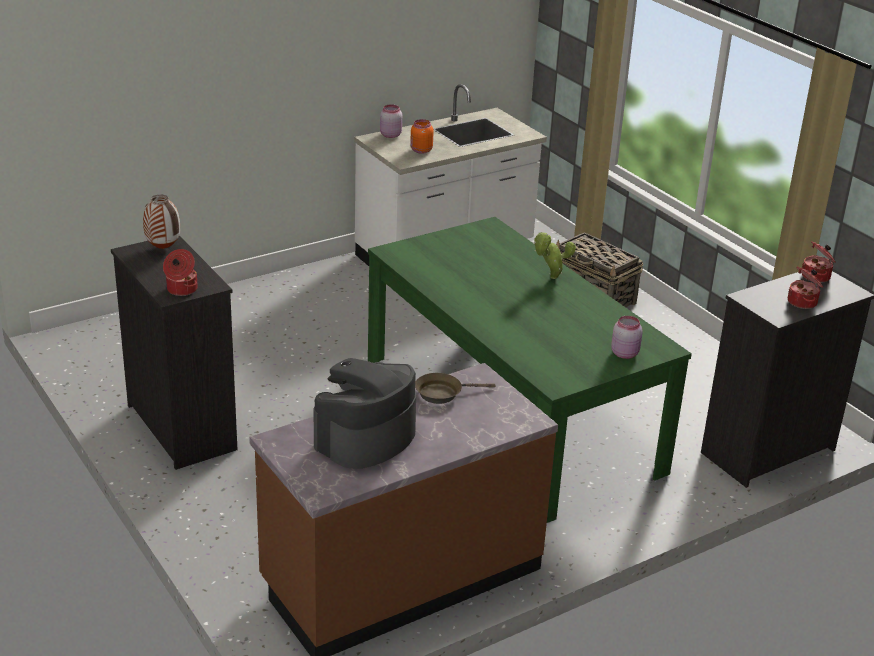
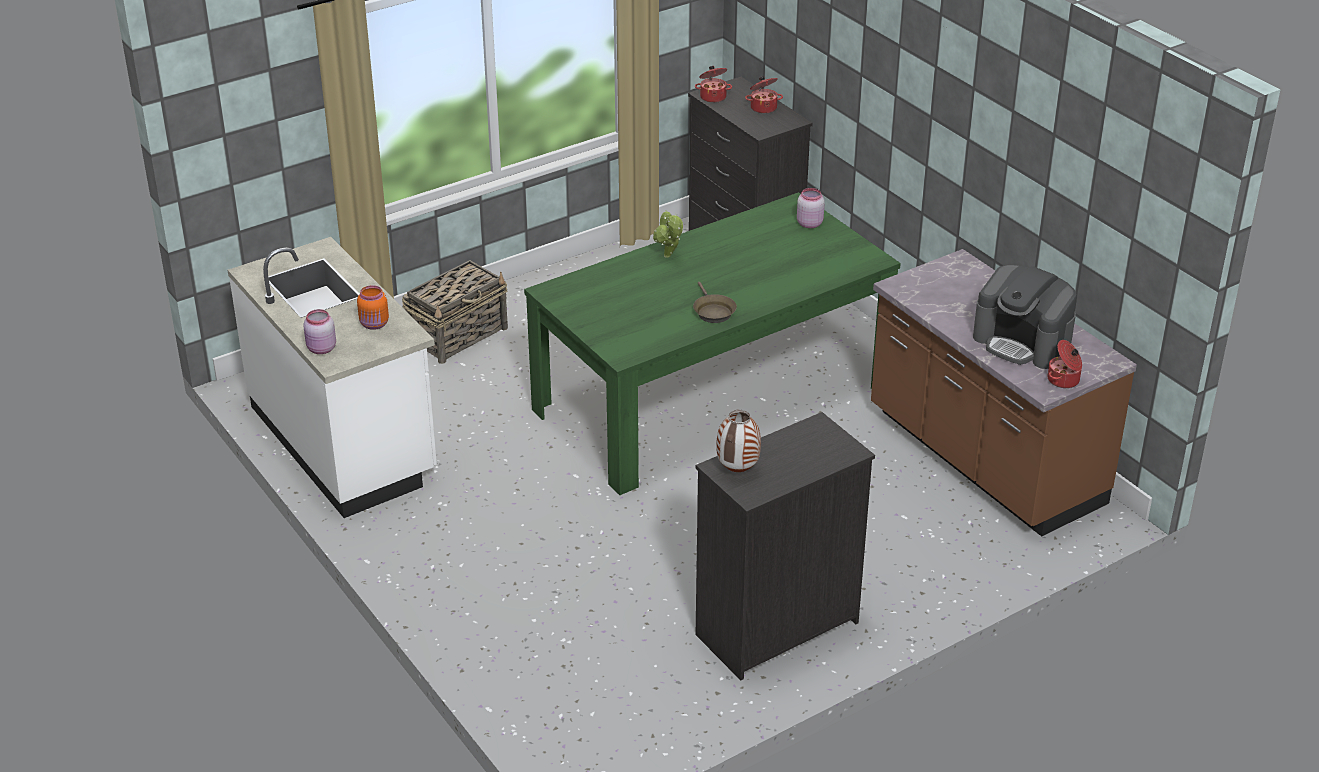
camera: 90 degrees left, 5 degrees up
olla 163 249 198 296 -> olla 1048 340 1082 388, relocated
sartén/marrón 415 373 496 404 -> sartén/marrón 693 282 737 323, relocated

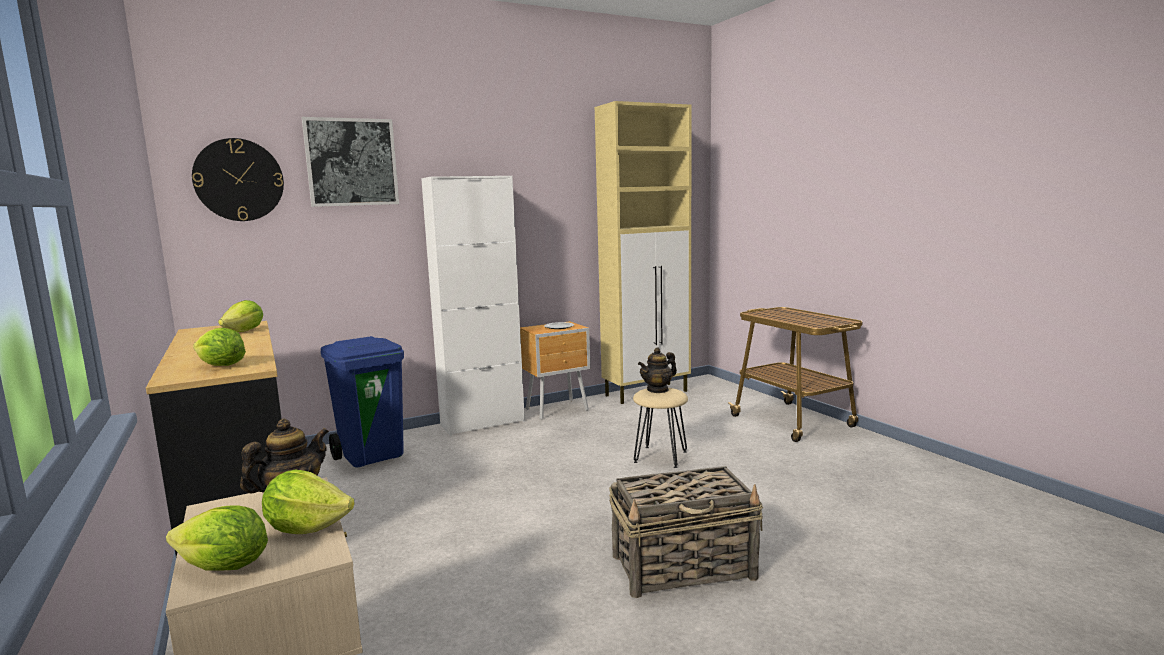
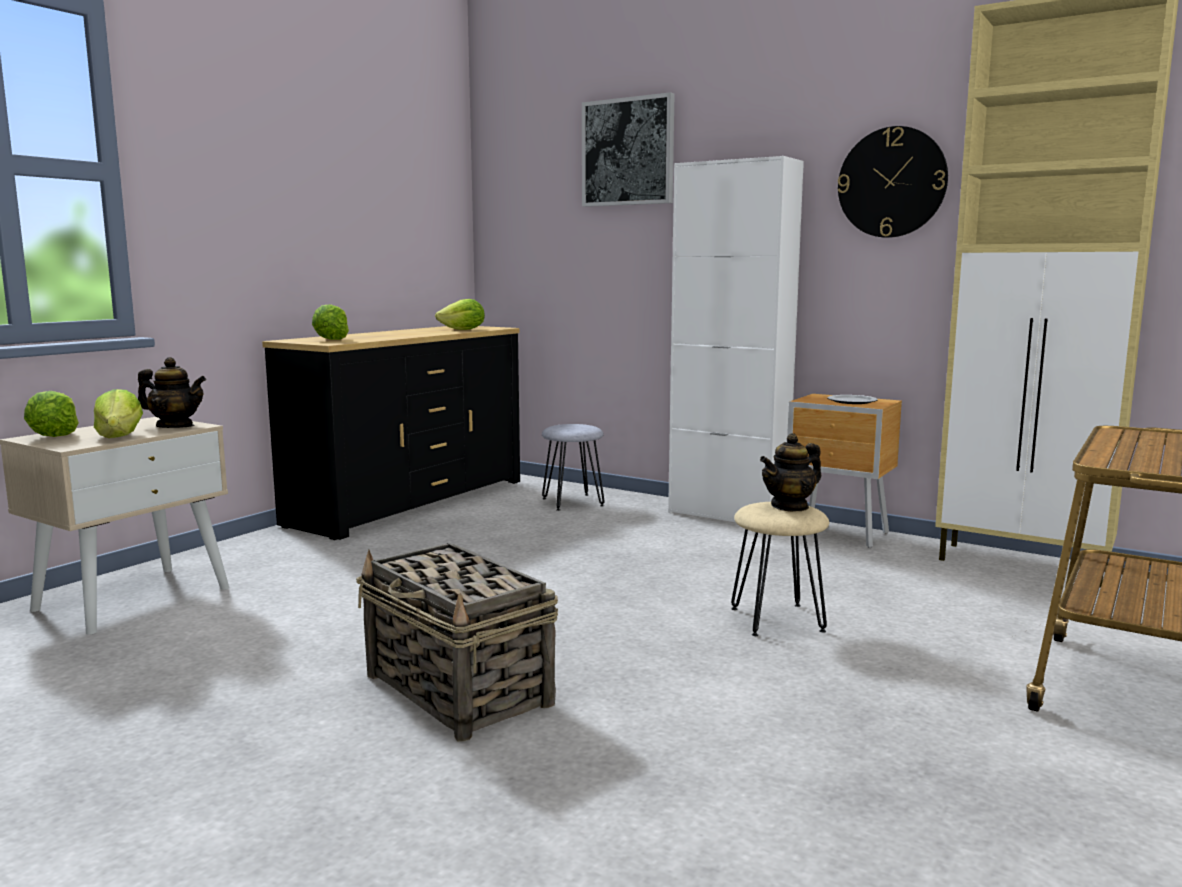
camera: 60 degrees right, 0 degrees up
reloj de pared 192 138 284 221 -> reloj de pared 838 126 948 238, relocated
papelera/azul 321 336 404 468 -> taburete/gris 542 424 605 511
tetera 638 347 677 393 -> tetera 760 433 821 512, 60 degrees counterclockwise

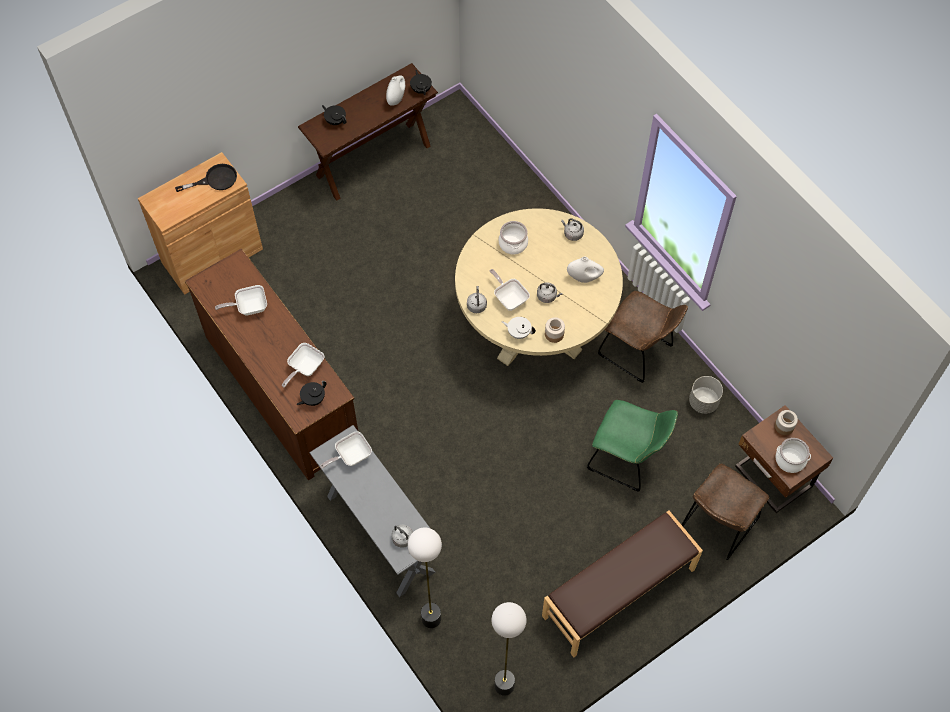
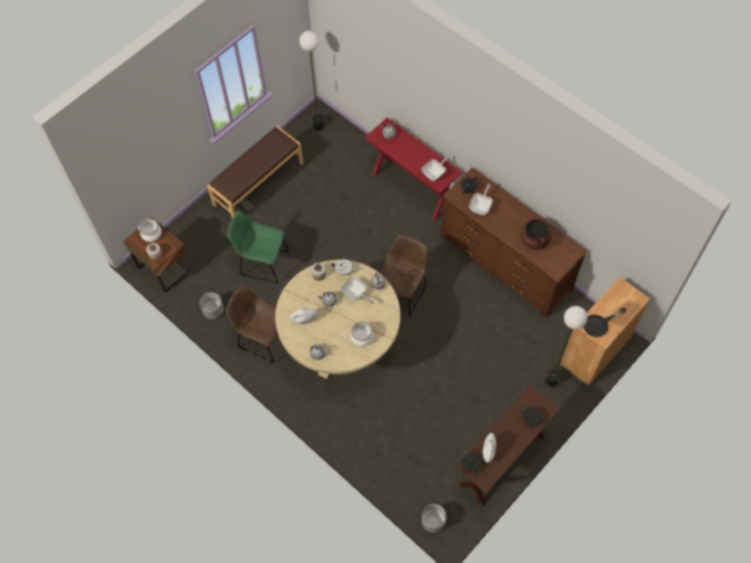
camera: 170 degrees right, 0 degrees up
sartén 215 285 267 316 -> olla/marrón 521 217 552 249
mesa consola/gris 309 425 443 597 -> mesa consola/rojo 365 117 462 221
silla/marrón 682 464 769 560 -> silla/marrón 380 235 427 317, relocated
lámpara de pie 408 527 442 628 -> lámpara de pie 545 306 588 387, relocated
none -> maceta/gris 422 504 446 533

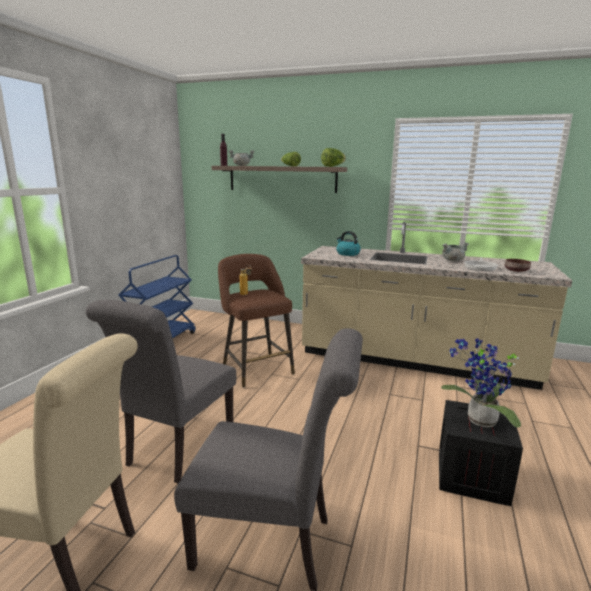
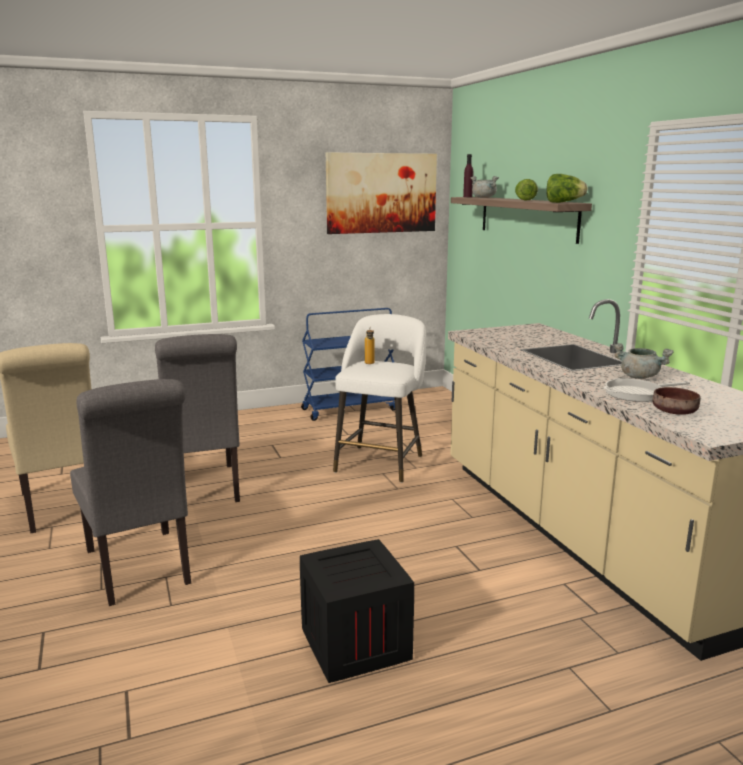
camera: 50 degrees right, 0 degrees up
hervidor 337 231 361 256 -> none
taburete/marrón 218 254 295 388 -> taburete/blanco 333 314 426 483
silla/gris 86 300 236 483 -> silla/gris 155 334 240 502, 90 degrees counterclockwise
planta en maceta 441 338 521 428 -> none
none -> cuadro 326 152 437 234

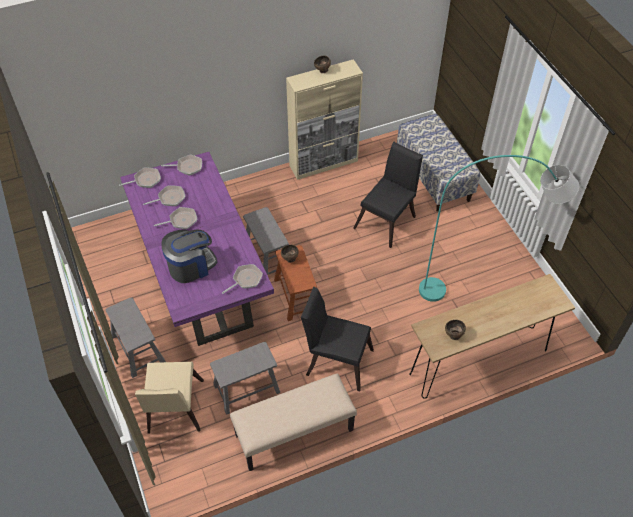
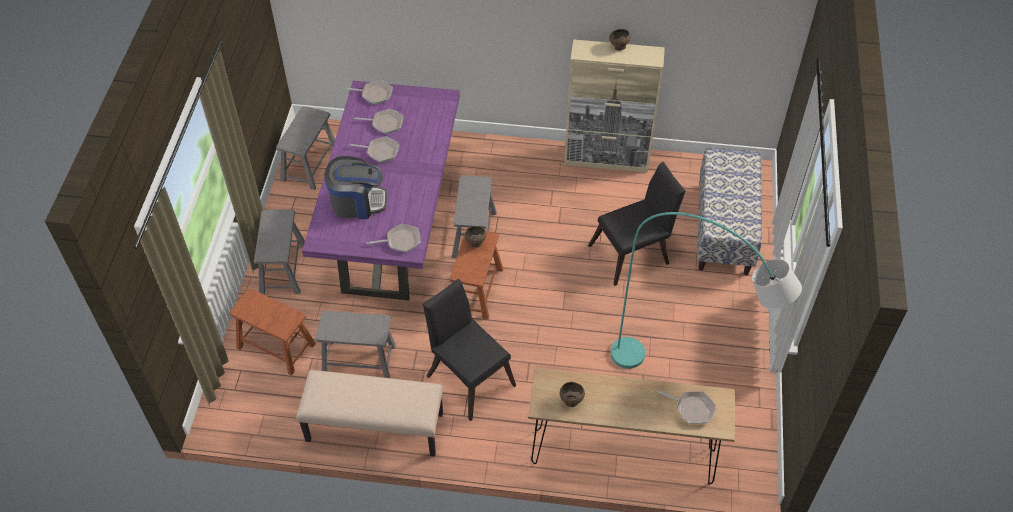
camera: 30 degrees right, 0 degrees up
sartén 161 154 202 176 -> sartén 657 390 716 424, relocated
silla/beis 135 362 204 433 -> taburete/marrón 229 289 316 375
none -> taburete/gris 276 106 335 190

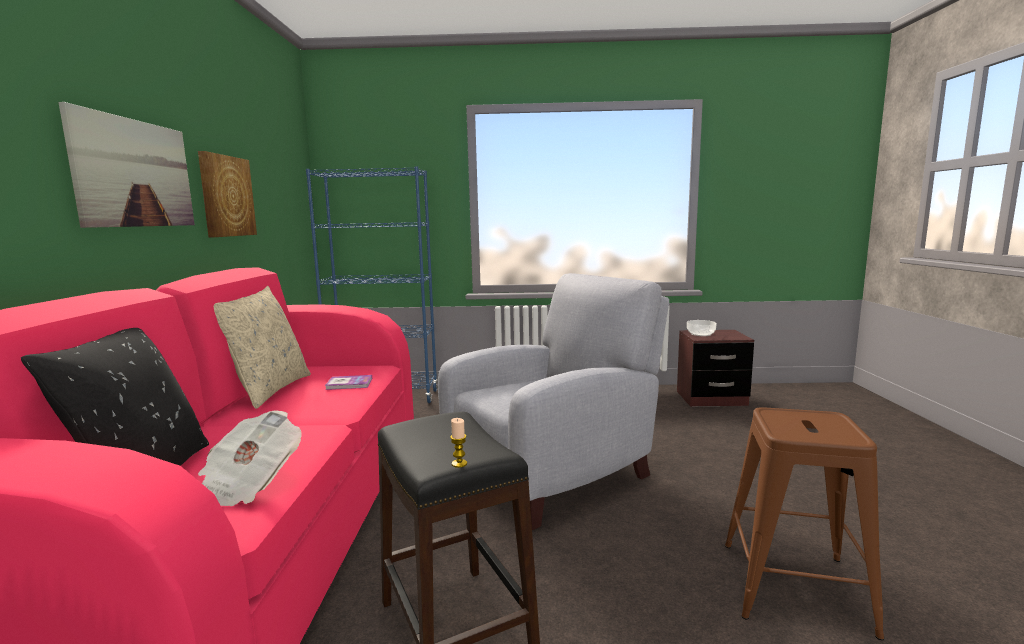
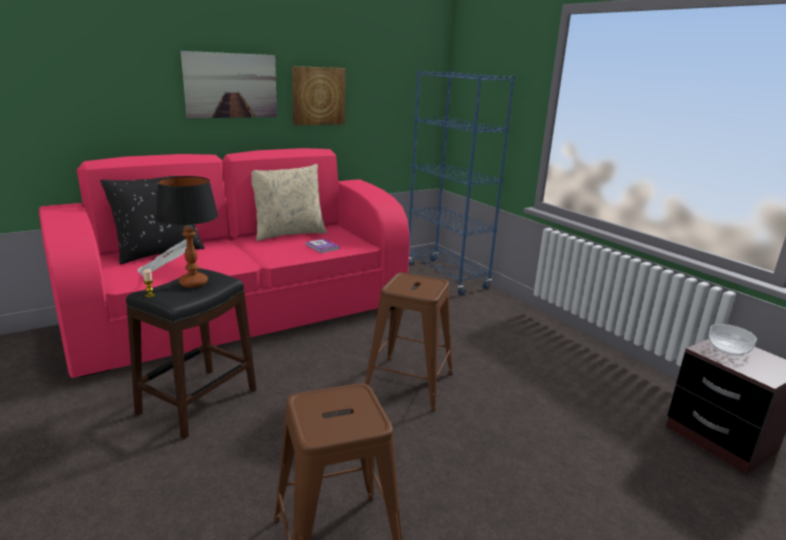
camera: 55 degrees right, 10 degrees up
sillón/gris 438 273 669 530 -> taburete/marrón 365 273 453 411
none -> lámpara de mesa 155 176 218 288

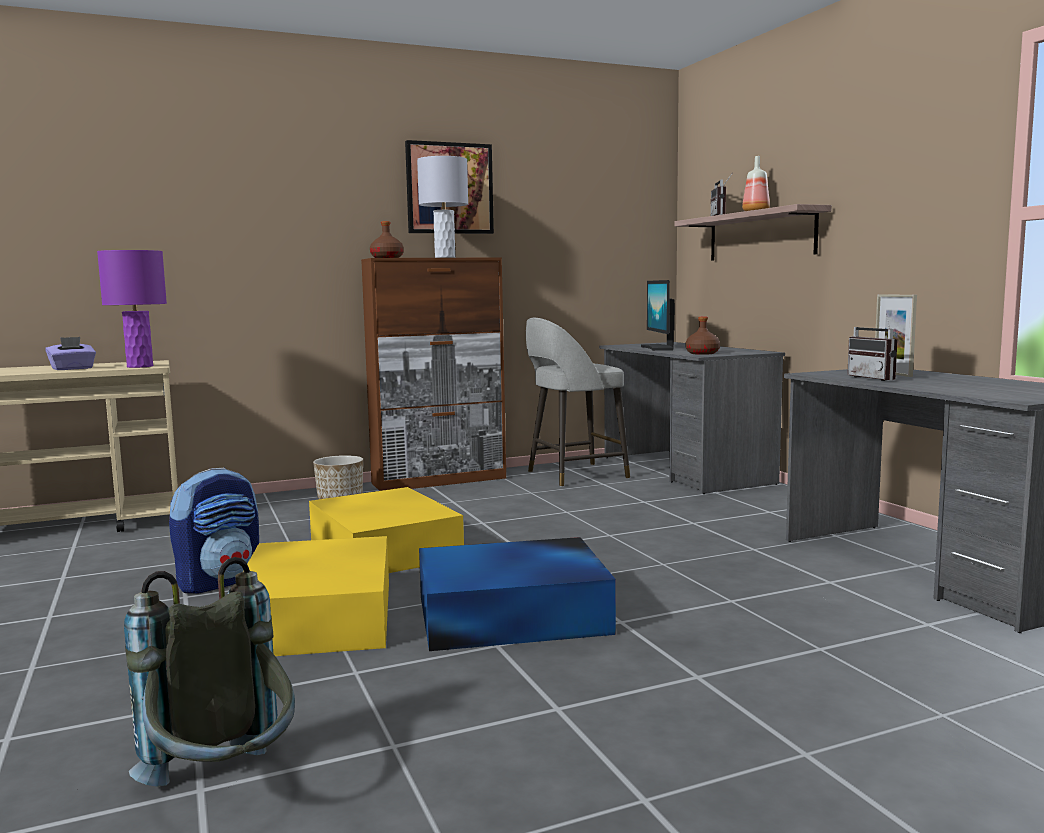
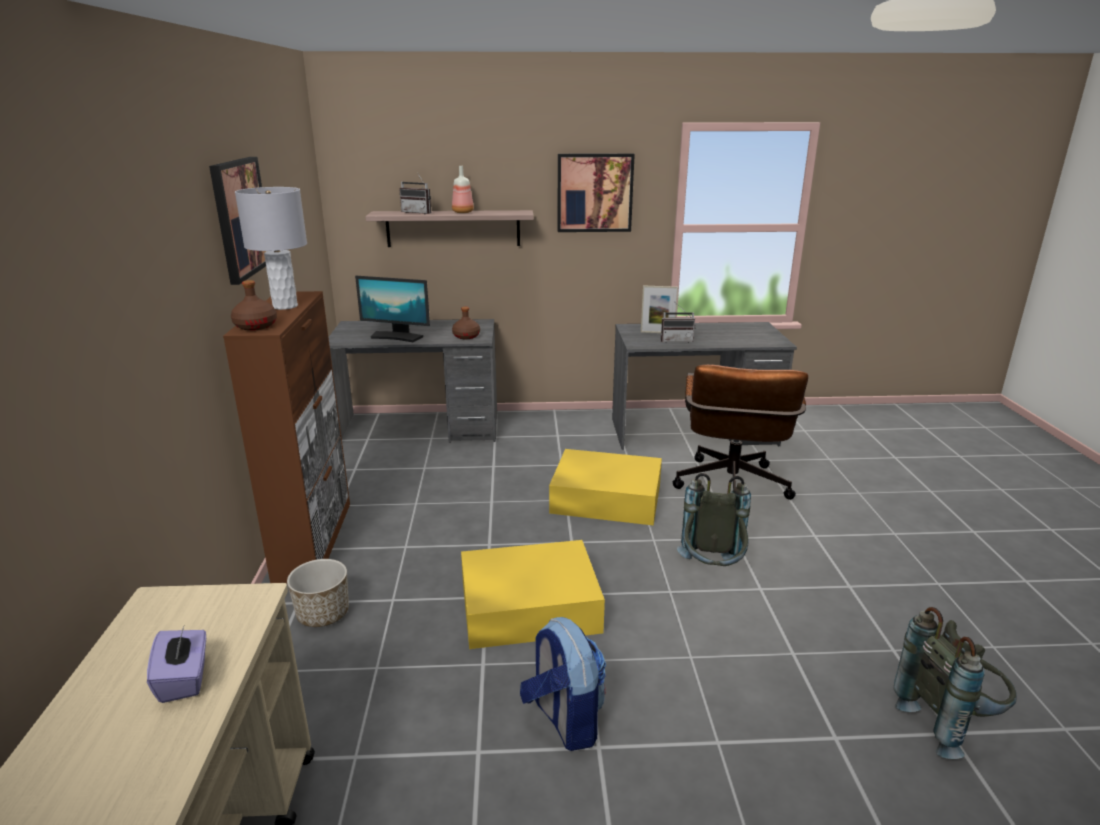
camera: 70 degrees left, 15 degrees up
lámpara de mesa/morado 97 250 167 368 -> none
taburete/gris 526 318 630 487 -> none
caja de almacenaje/amarillo 243 536 389 656 -> caja de almacenaje/amarillo 549 449 662 526, relocated
caja de almacenaje/azul 419 537 616 651 -> mochila/gris 677 473 751 566
none -> cuadro 557 153 635 232
none -> silla de oficina/marrón 672 365 808 500

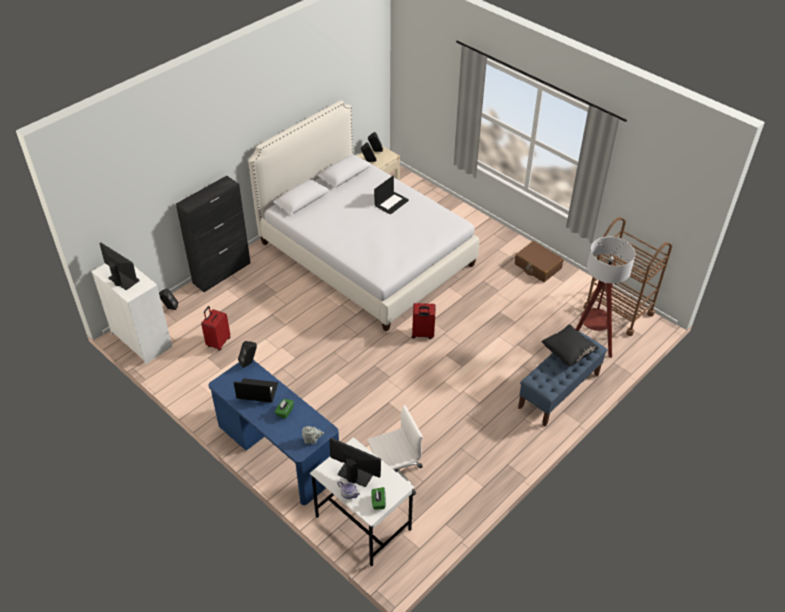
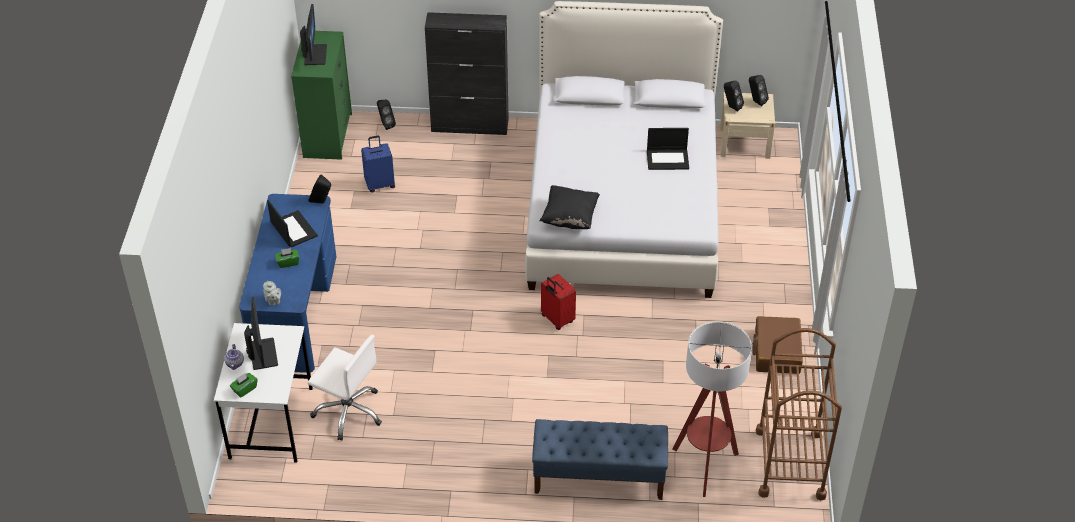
camera: 50 degrees right, 0 degrees up
cómoda/blanco 91 264 172 364 -> cómoda/verde 291 31 352 160
maleta/rojo 201 306 230 351 -> maleta/azul 361 136 395 192
cojín/negro 541 324 599 367 -> cojín/negro 540 185 600 229, relocated

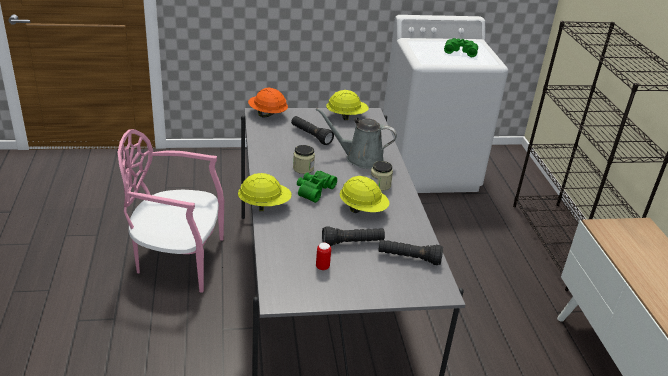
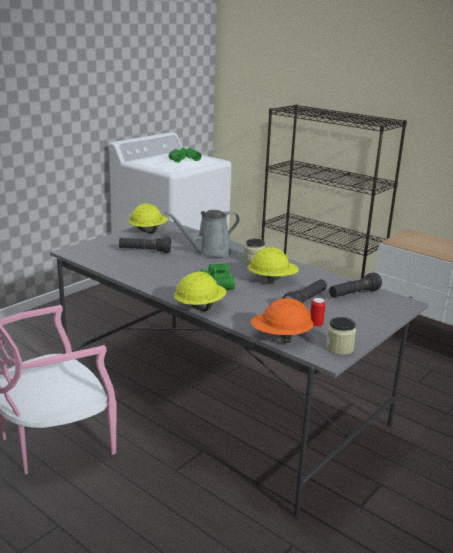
camera: 40 degrees left, 10 degrees down
casco/naranja 248 88 288 118 -> casco/naranja 251 298 313 343, relocated
tarro 293 145 315 174 -> tarro 326 317 356 355, relocated

